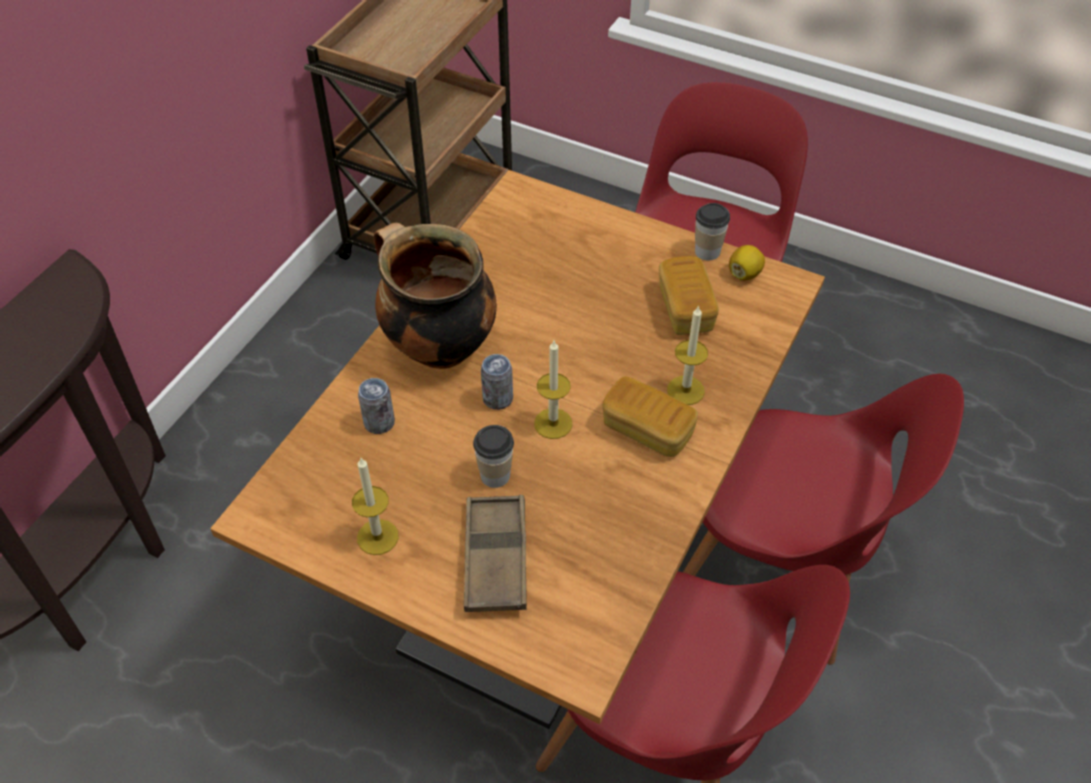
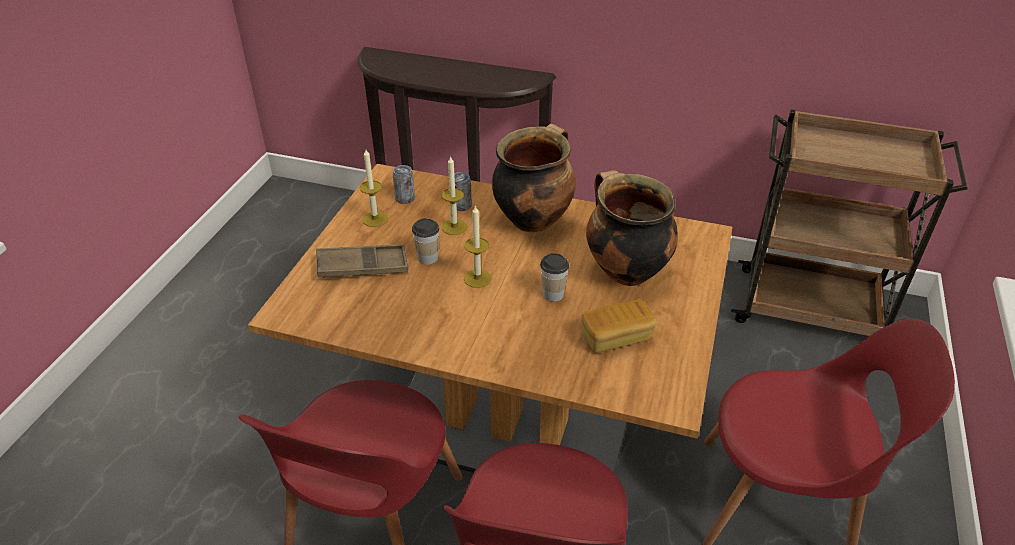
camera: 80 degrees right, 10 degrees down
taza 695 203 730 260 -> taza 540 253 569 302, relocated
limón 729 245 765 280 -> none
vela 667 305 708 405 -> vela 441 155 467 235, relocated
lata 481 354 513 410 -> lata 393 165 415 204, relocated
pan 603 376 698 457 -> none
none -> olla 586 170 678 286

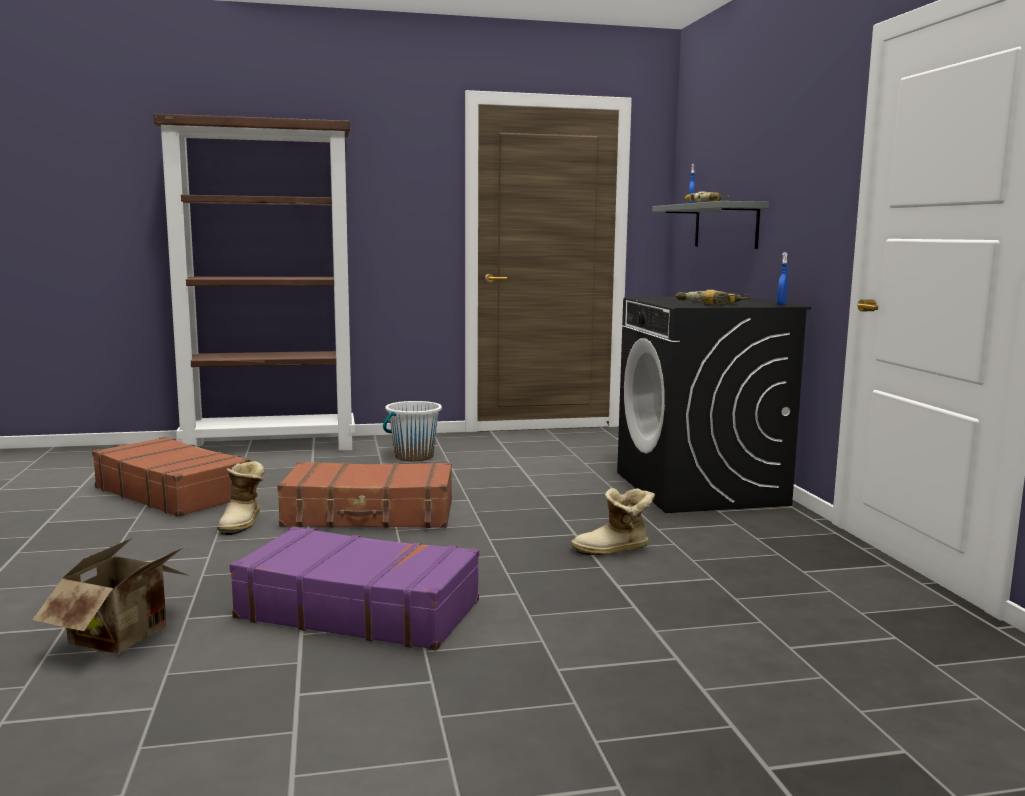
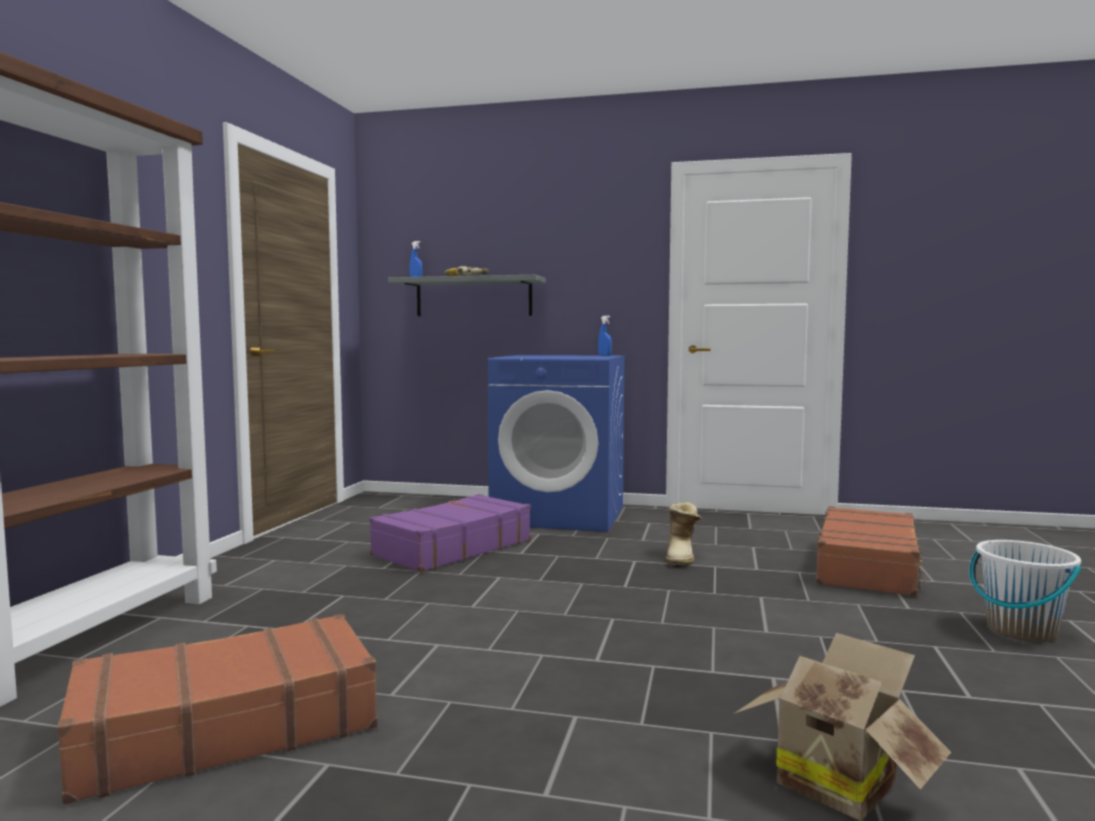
camera: 65 degrees left, 5 degrees down
taladro 676 290 750 306 -> none
lavadora/negro 617 296 811 513 -> lavadora/azul 487 355 625 532
cubo/blanco 383 401 442 461 -> cubo/blanco 969 540 1081 642, relocated
bota 217 461 265 535 -> none
maleta/marrón 277 461 452 528 -> maleta/marrón 816 506 926 597, relocated
maleta/morado 230 527 479 650 -> maleta/morado 369 494 531 572, relocated

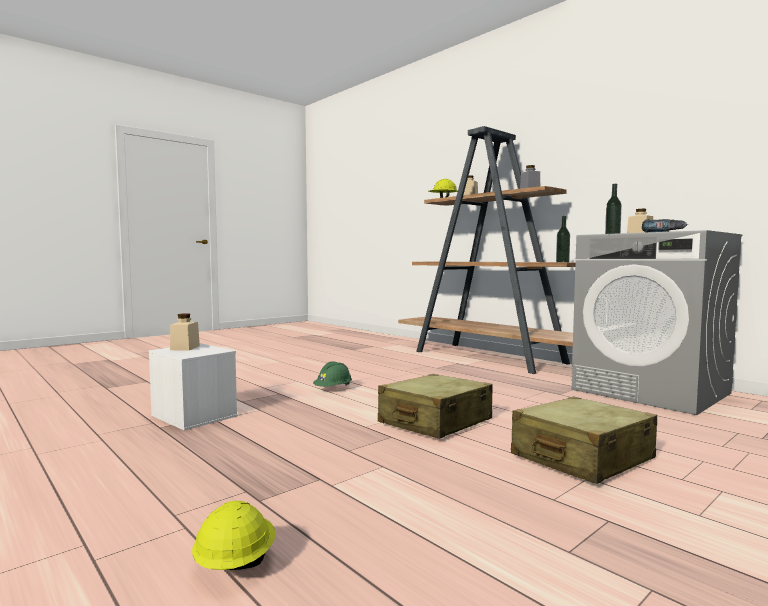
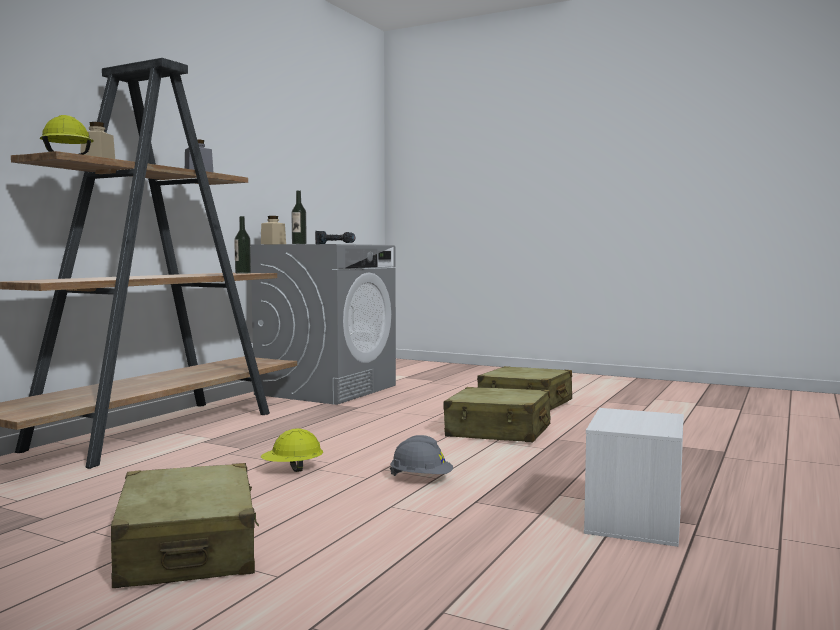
camera: 110 degrees left, 0 degrees up
tarro/beis 170 313 200 351 -> none
casco/verde 313 361 352 387 -> casco/gris 390 435 453 476
casco/amarillo 192 501 275 570 -> casco/amarillo 261 428 323 472, relocated
none -> maleta/beis 111 463 259 588

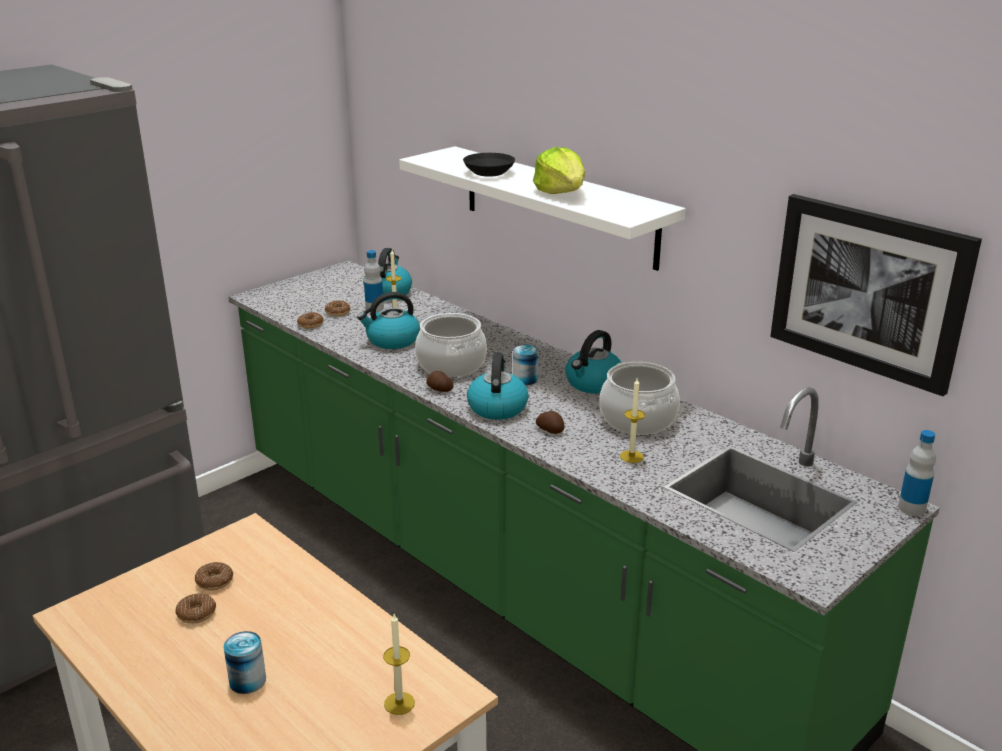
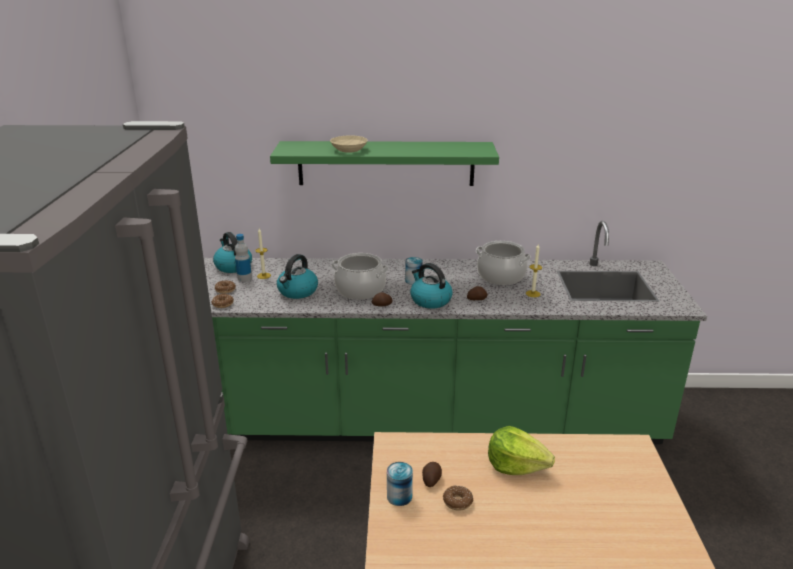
camera: 45 degrees left, 0 degrees up
estante/blanco 399 146 686 271 -> estante/verde 270 141 499 186
lechuga 533 147 585 194 -> lechuga 488 426 555 475, relocated
cuenco/negro 463 153 515 177 -> cuenco/beis 330 135 368 153
cuadro 770 194 982 396 -> none
hervidor 565 330 622 394 -> none
botella 898 430 936 516 -> none
rosquilla 195 562 233 591 -> patata 422 462 442 487
vela 383 614 415 715 -> none
lata 223 631 266 694 -> lata 387 462 413 506, relocated

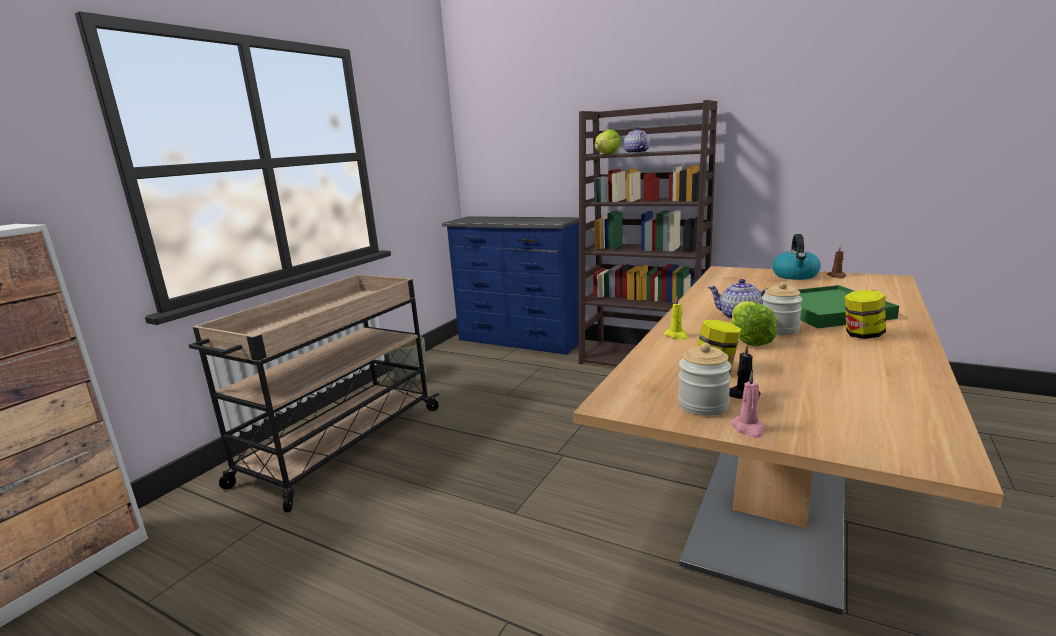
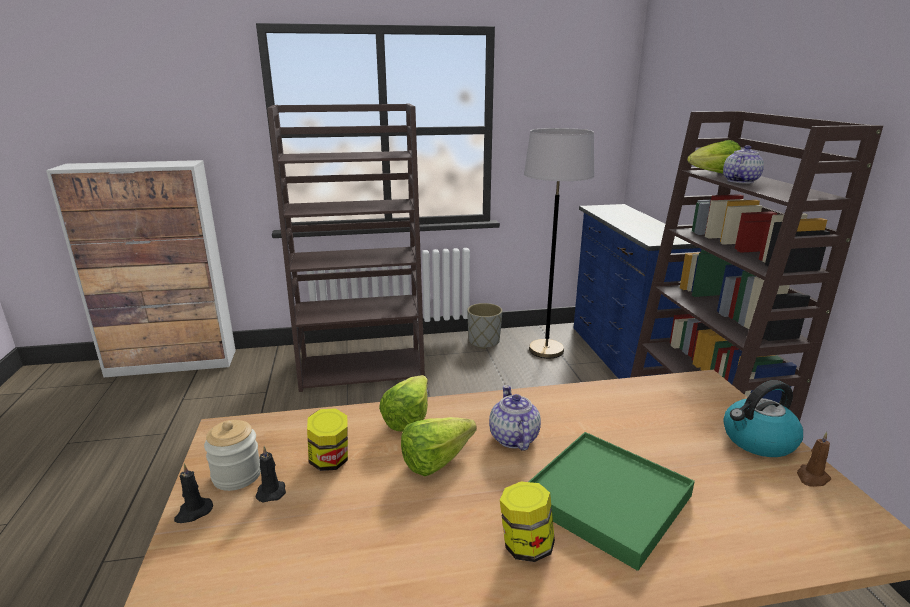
camera: 50 degrees right, 5 degrees up
carrito/beis 189 275 440 512 -> estantería/marrón 267 104 425 392
tarro 762 282 803 335 -> none
vela/amarillo 664 297 688 340 -> lechuga 379 375 428 431
vela/rosa 730 372 766 438 -> vela/negro 174 464 213 523
none -> lámpara de pie/gris 524 128 594 358

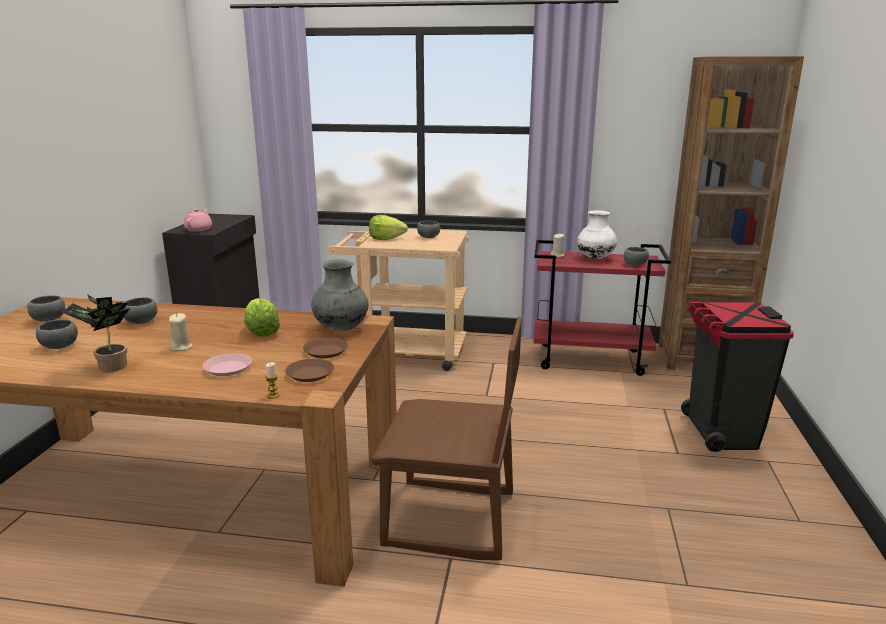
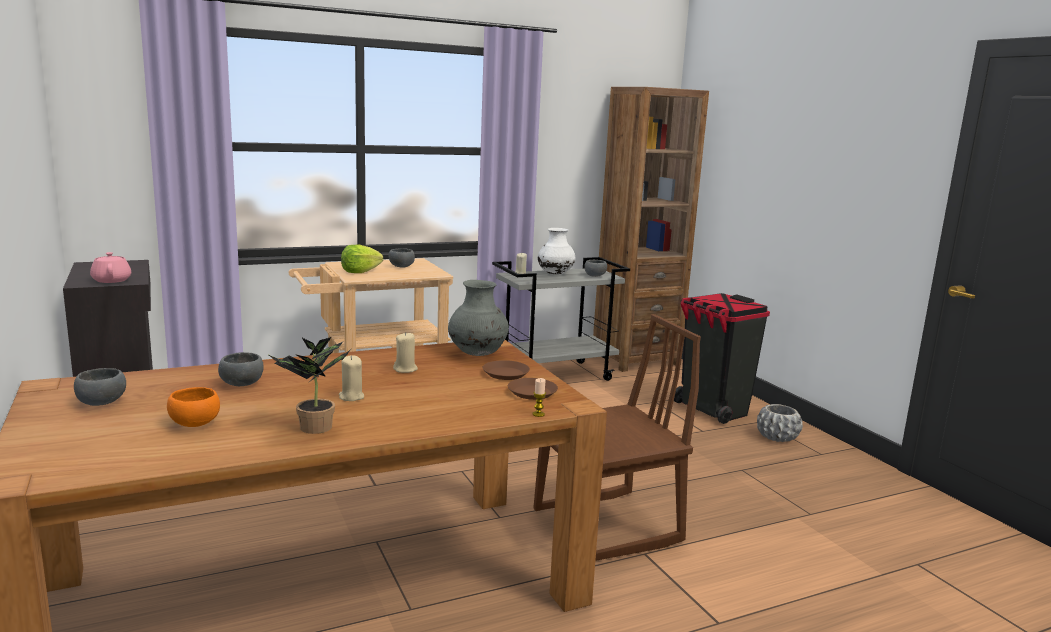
camera: 35 degrees left, 5 degrees down
carrito/rojo 534 240 671 376 -> carrito/gris 492 257 630 381
lechuga 244 298 280 337 -> vela/beis 393 332 418 373
cuenco/gris 36 319 78 349 -> cuenco/naranja 167 387 220 427
plato/rosa 203 353 252 376 -> none
none -> maceta/gris 757 404 803 442

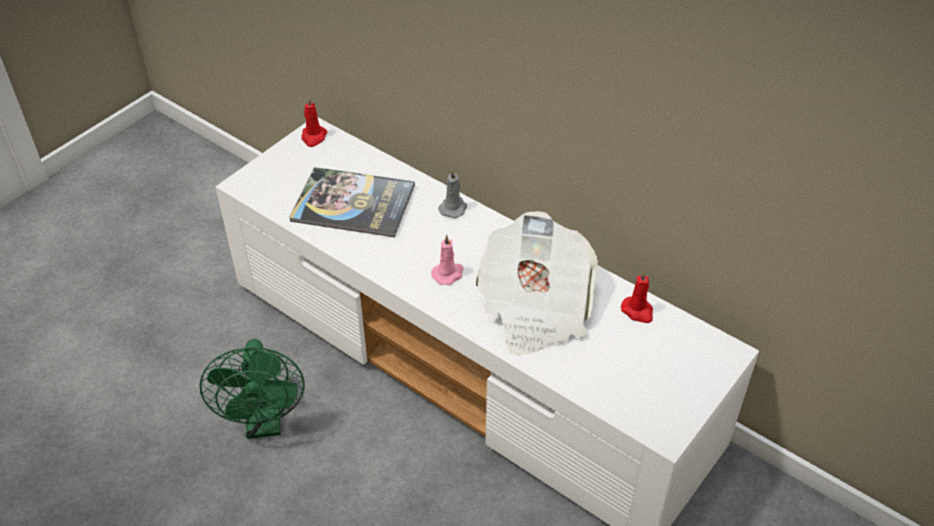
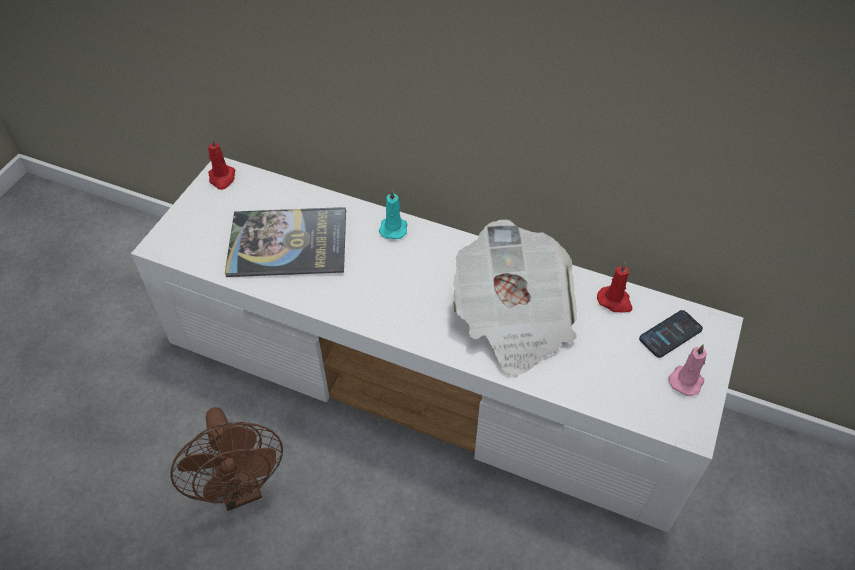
camera: 15 degrees left, 5 degrees up
vela/gris 438 169 467 218 -> vela/turquesa 379 189 407 239
vela/rosa 431 235 464 285 -> vela/rosa 668 344 707 396, relocated
ventilador/verde 200 339 305 439 -> ventilador/marrón 170 407 283 511
none -> móvil 639 310 703 358

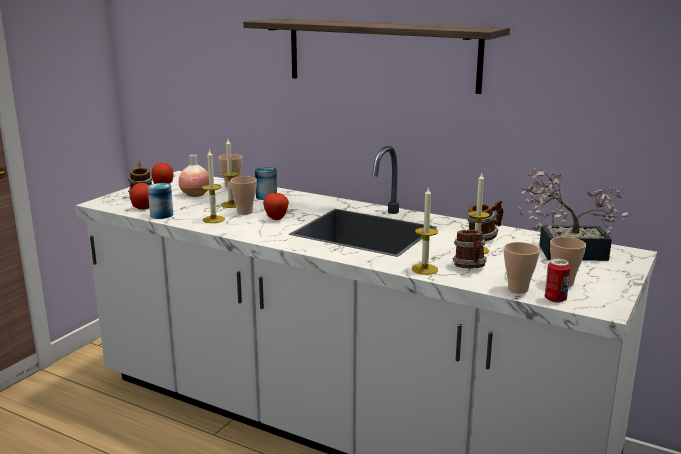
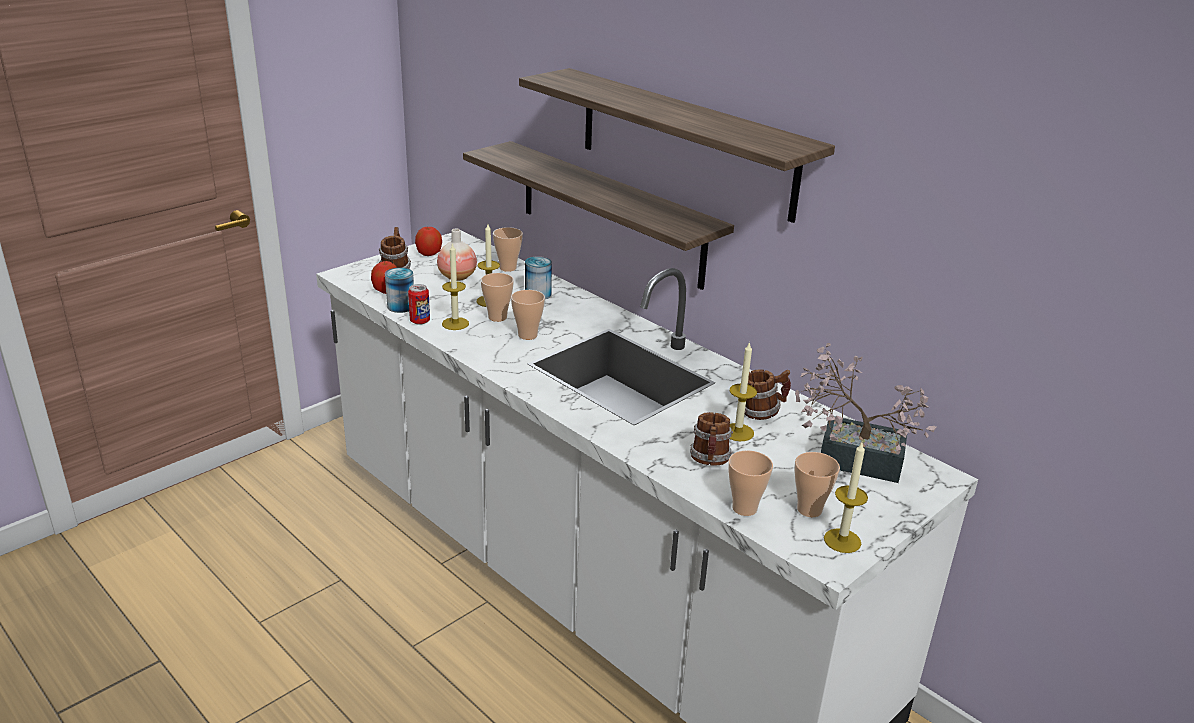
camera: 15 degrees right, 10 degrees up
vela 412 186 438 275 -> vela 824 443 868 553, relocated
manzana 263 193 289 220 -> taza 511 290 545 340
lata 545 259 571 303 -> lata 408 284 430 325, relocated
none -> estante 463 141 734 290

